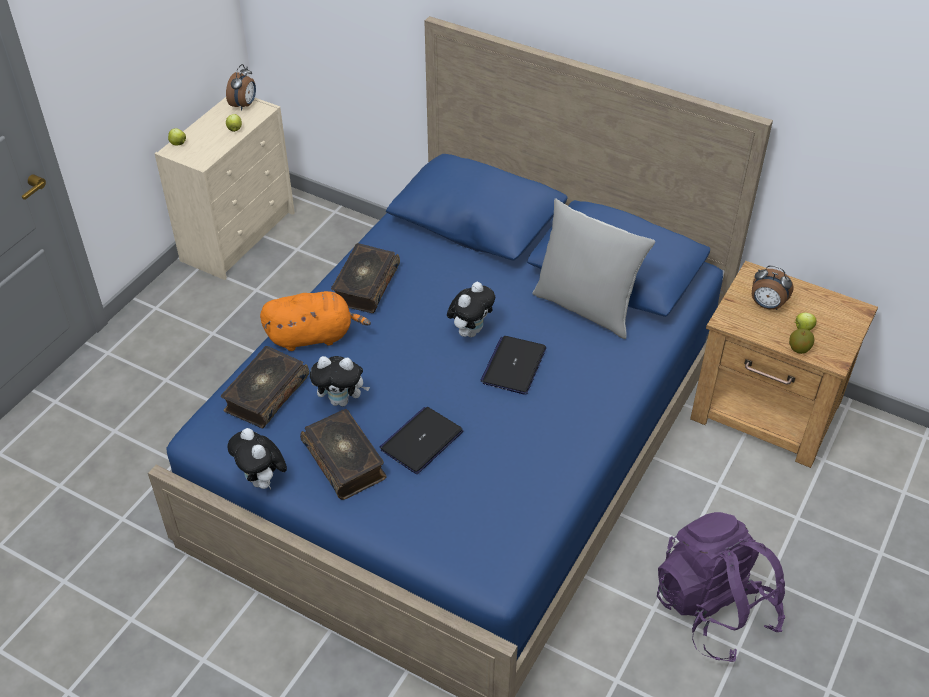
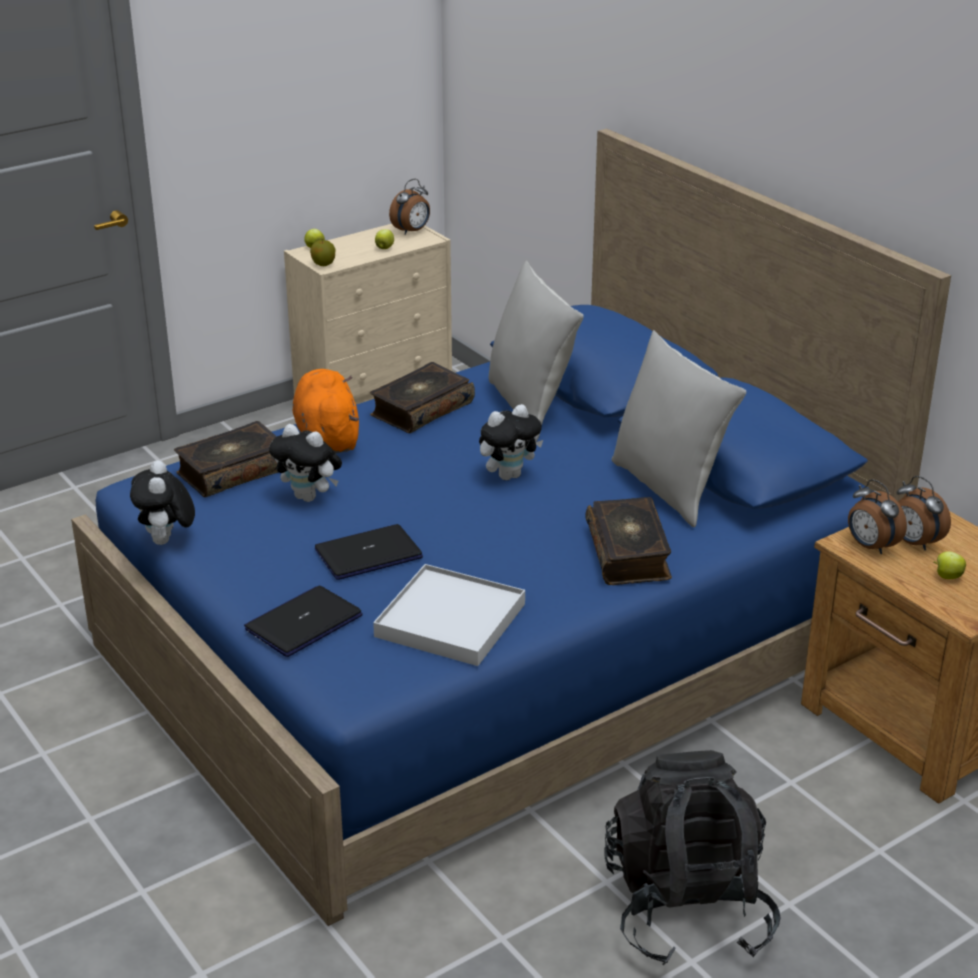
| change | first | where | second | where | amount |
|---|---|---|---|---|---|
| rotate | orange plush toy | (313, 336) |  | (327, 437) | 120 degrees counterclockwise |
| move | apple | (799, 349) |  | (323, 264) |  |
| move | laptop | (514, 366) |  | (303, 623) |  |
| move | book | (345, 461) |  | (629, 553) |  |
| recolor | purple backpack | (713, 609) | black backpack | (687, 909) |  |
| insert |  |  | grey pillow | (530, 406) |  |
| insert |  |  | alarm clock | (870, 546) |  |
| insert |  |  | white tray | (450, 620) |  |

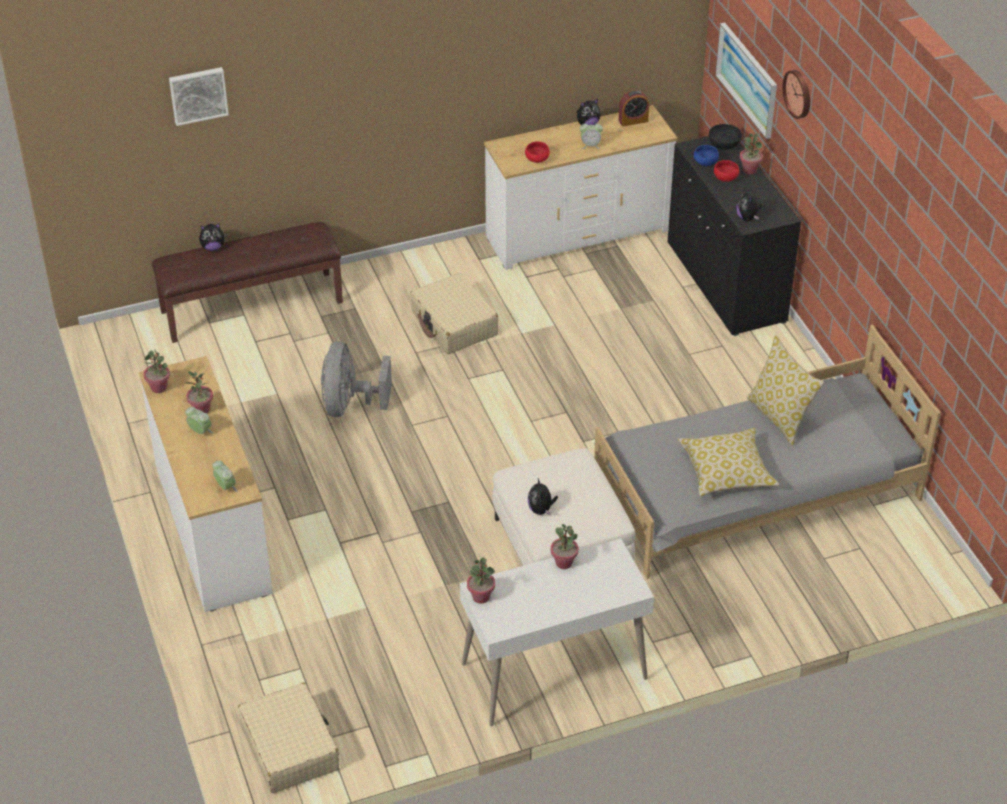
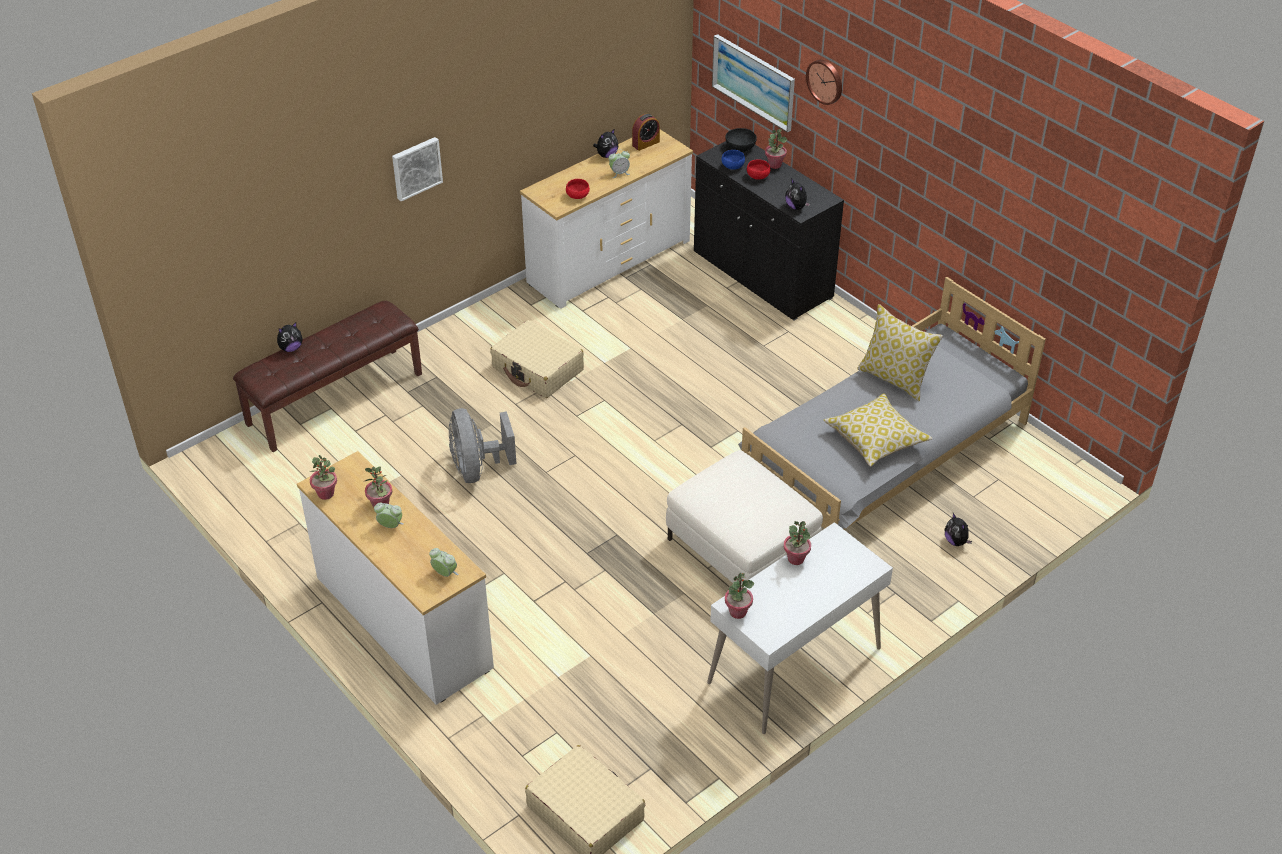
| change | first | where | second | where | amount |
|---|---|---|---|---|---|
| move | picture | (198, 94) |  | (416, 167) |  |
| move | plush toy | (541, 510) |  | (956, 541) |  |

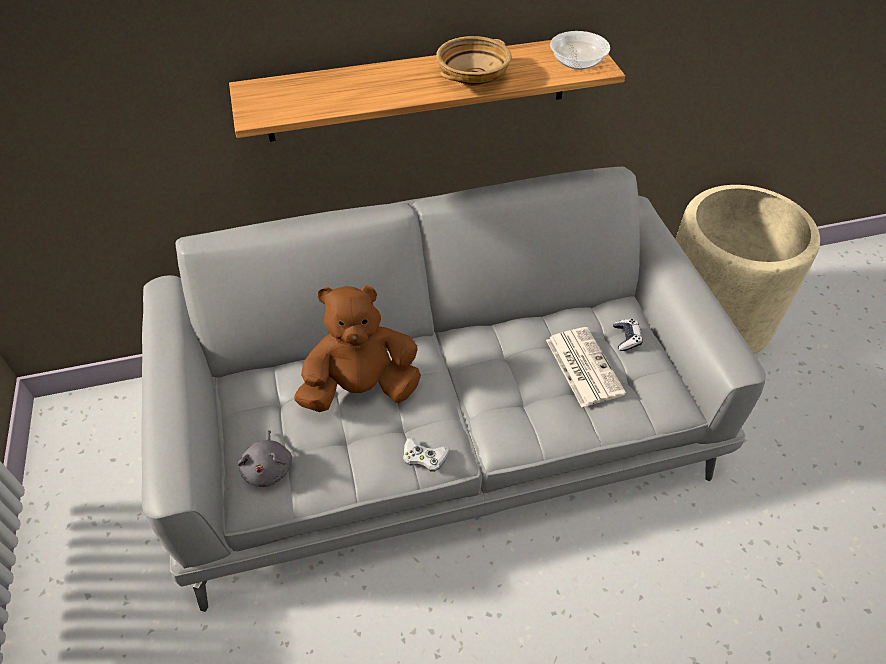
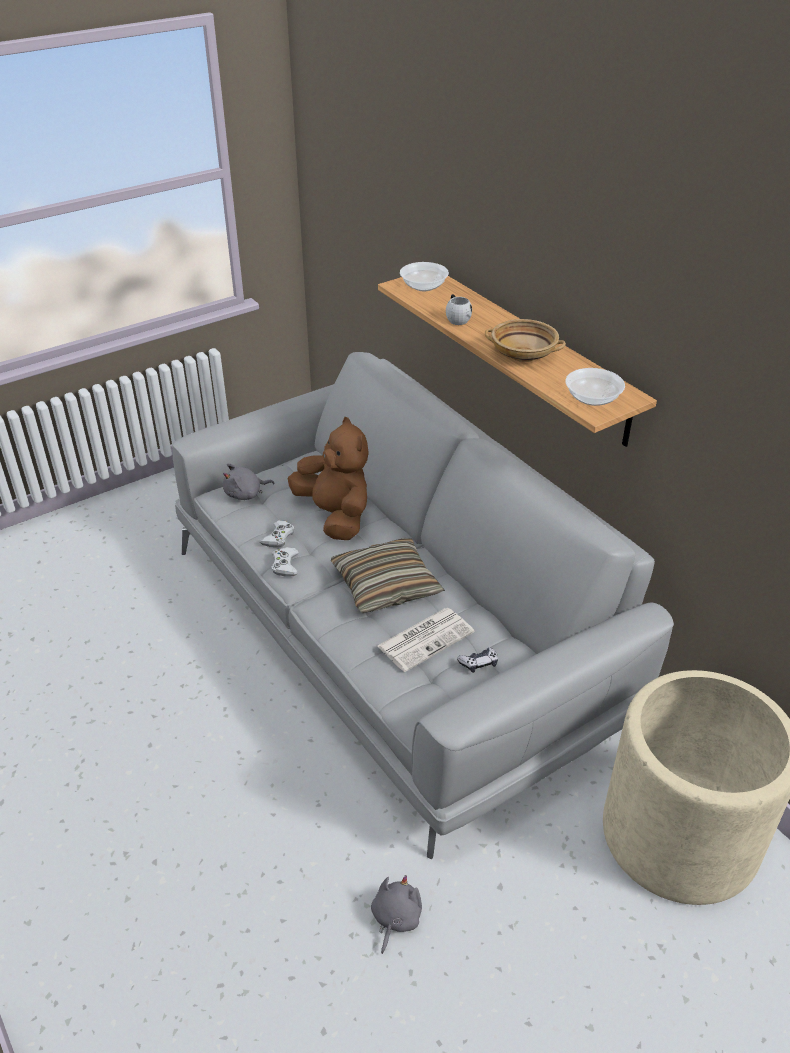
| change | first | where | second | where | amount |
|---|---|---|---|---|---|
| insert |  |  | bowl | (424, 286) |  |
| insert |  |  | white mug | (456, 318) |  |
| insert |  |  | white game controller | (278, 537) |  |
| insert |  |  | pillow | (386, 585) |  |
| insert |  |  | grey plush toy | (395, 919) |  |

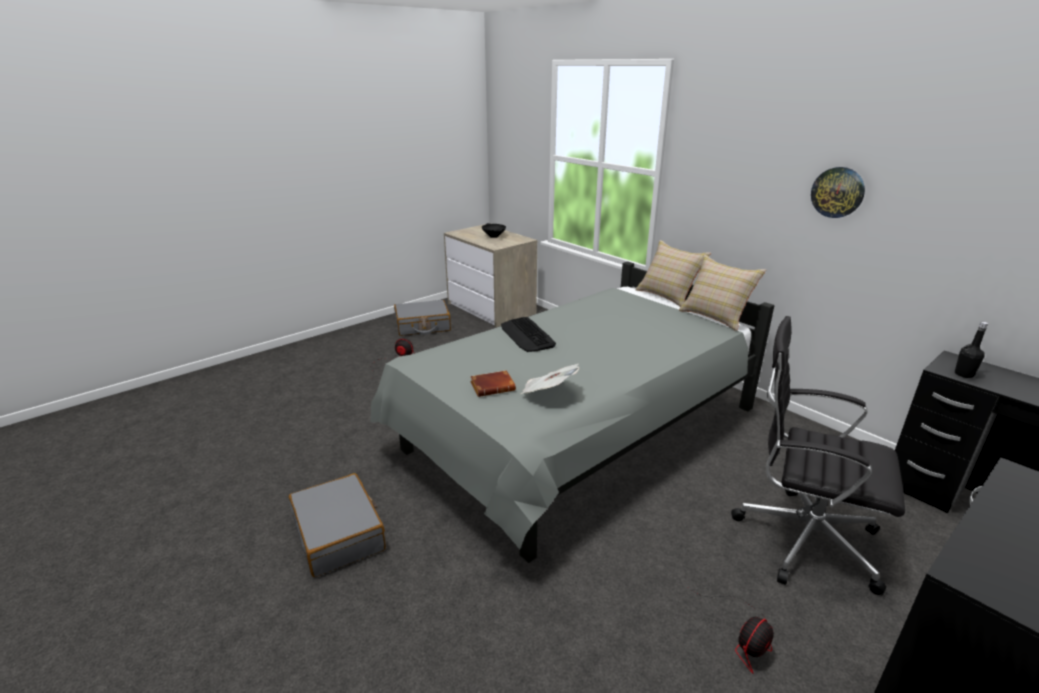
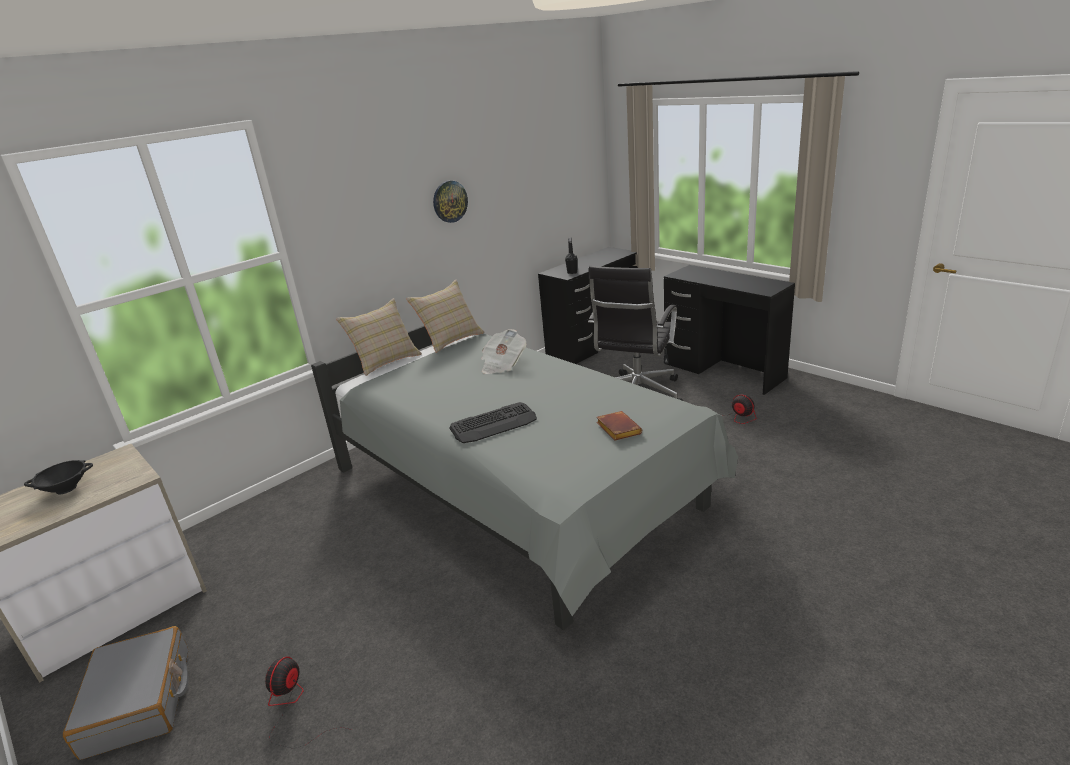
| change | first | where | second | where | amount |
|---|---|---|---|---|---|
| move | newspaper | (548, 392) |  | (502, 364) |  |
| delete | grey suitcase | (339, 534) |  |  |  |

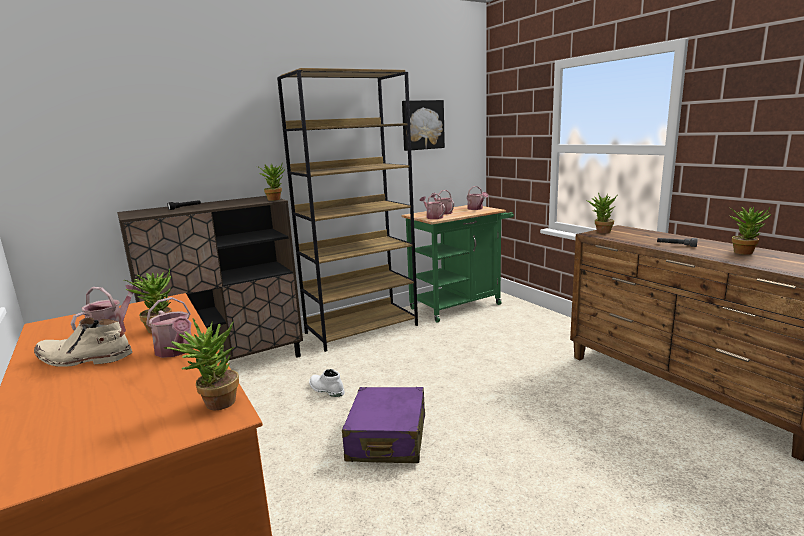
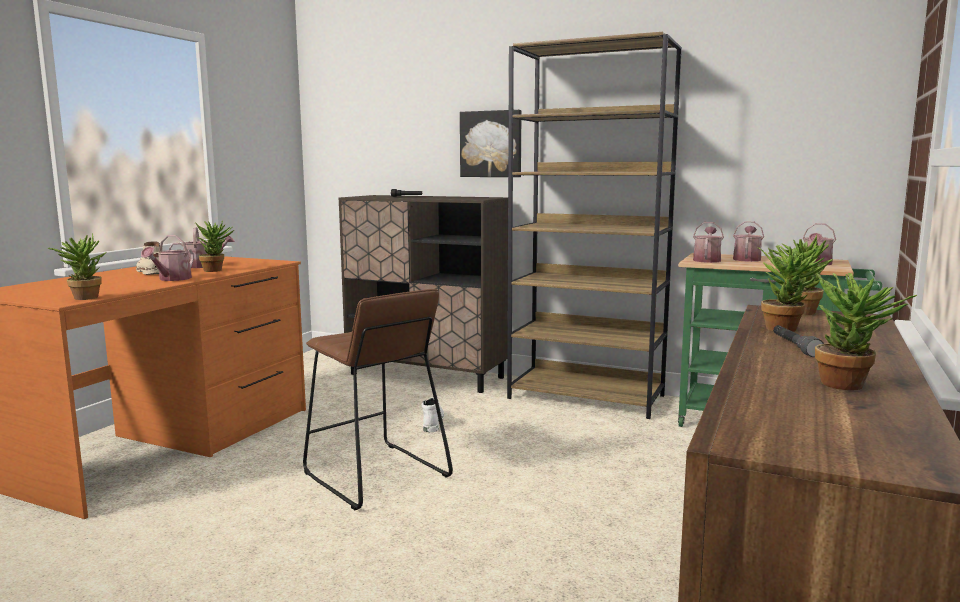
| change | first | where | second | where | amount |
|---|---|---|---|---|---|
| move | picture | (422, 125) |  | (491, 144) |  |
| move | potted plant | (275, 199) |  | (786, 328) |  |
| replace | purple suitcase | (387, 438) | brown stool | (375, 475) |  |

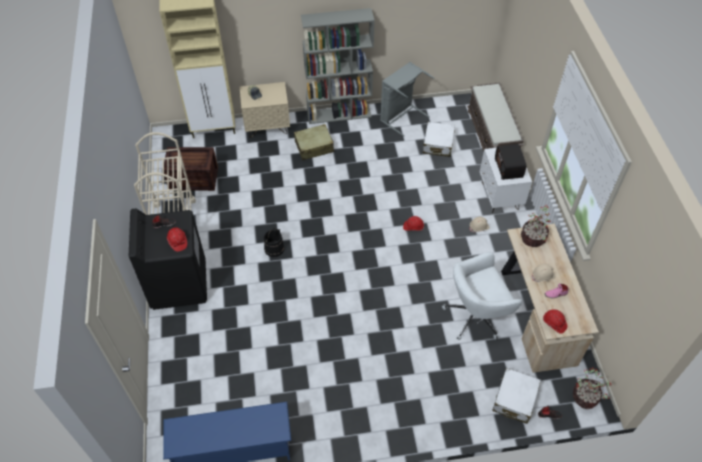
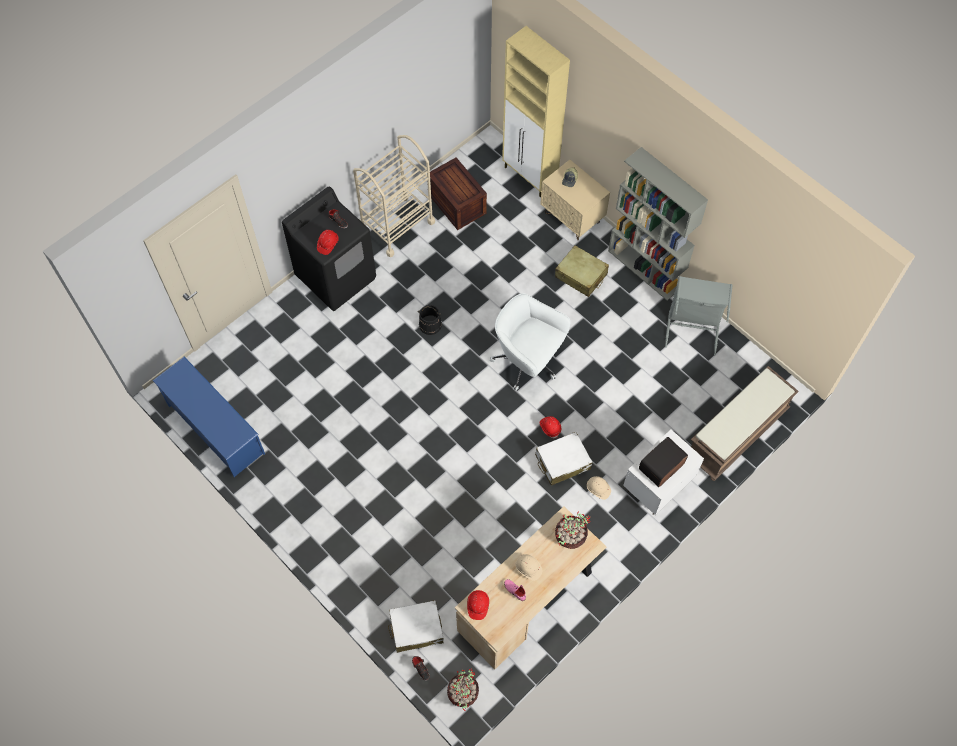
| change | first | where | second | where | amount |
|---|---|---|---|---|---|
| move | white suitcase | (438, 144) |  | (562, 462) |  |
| move | white office chair | (476, 315) |  | (527, 362) |  |

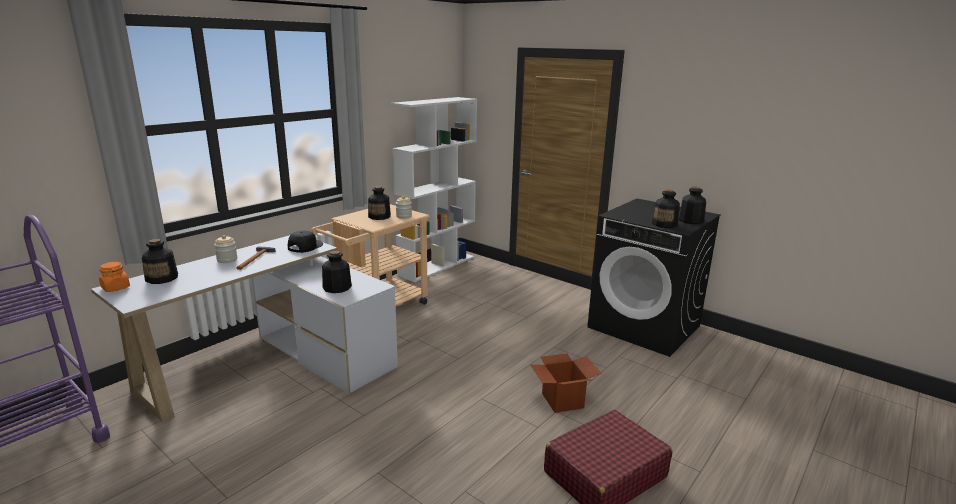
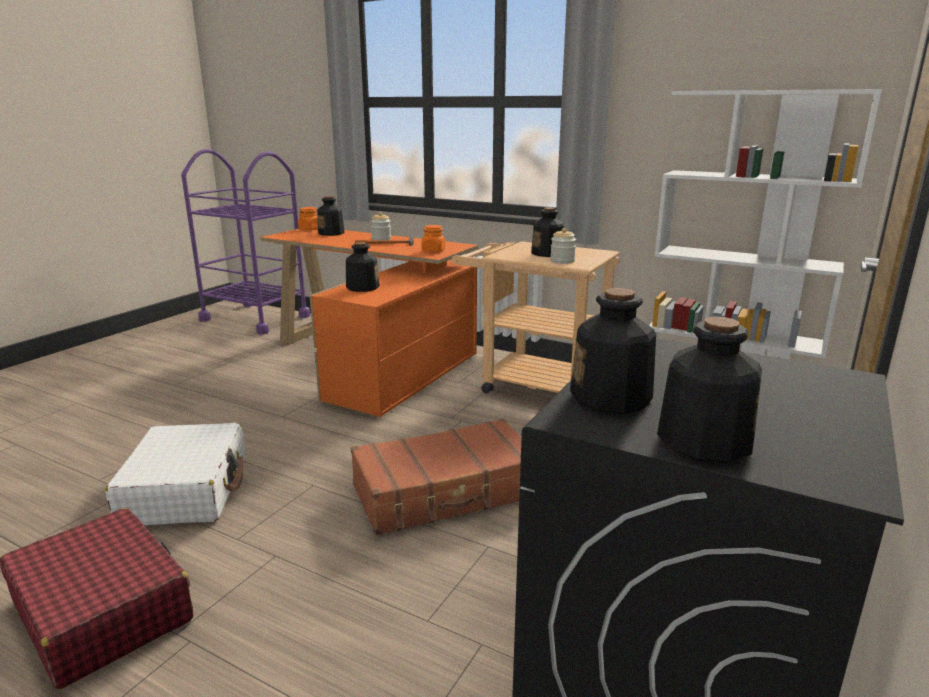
| change | first | where | second | where | amount |
|---|---|---|---|---|---|
| replace | black cap | (305, 246) | orange jar | (433, 251) |  |
| recolor | white desk | (272, 365) | orange desk | (374, 360) |  |
| delete | cardboard box | (562, 400) |  |  |  |
| insert |  |  | brown suitcase | (447, 492) |  |
| insert |  |  | white suitcase | (186, 490) |  |

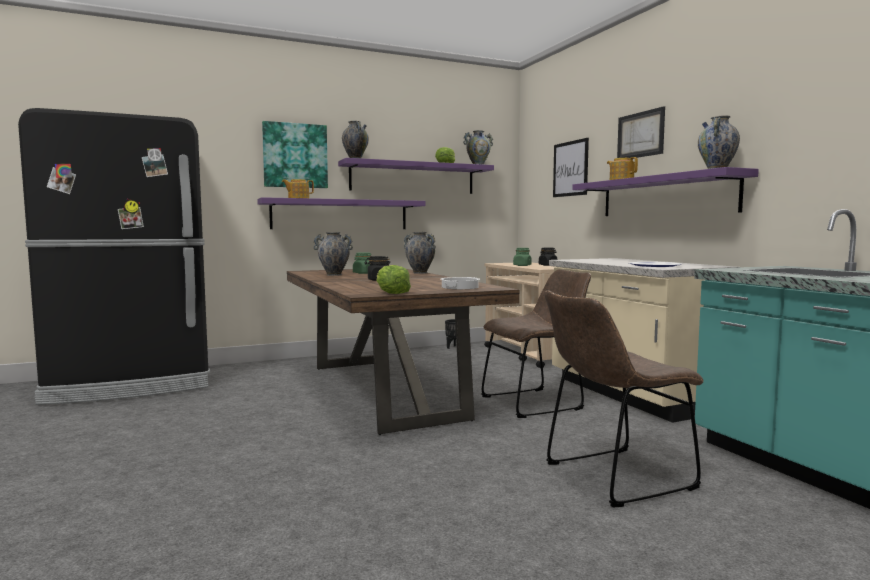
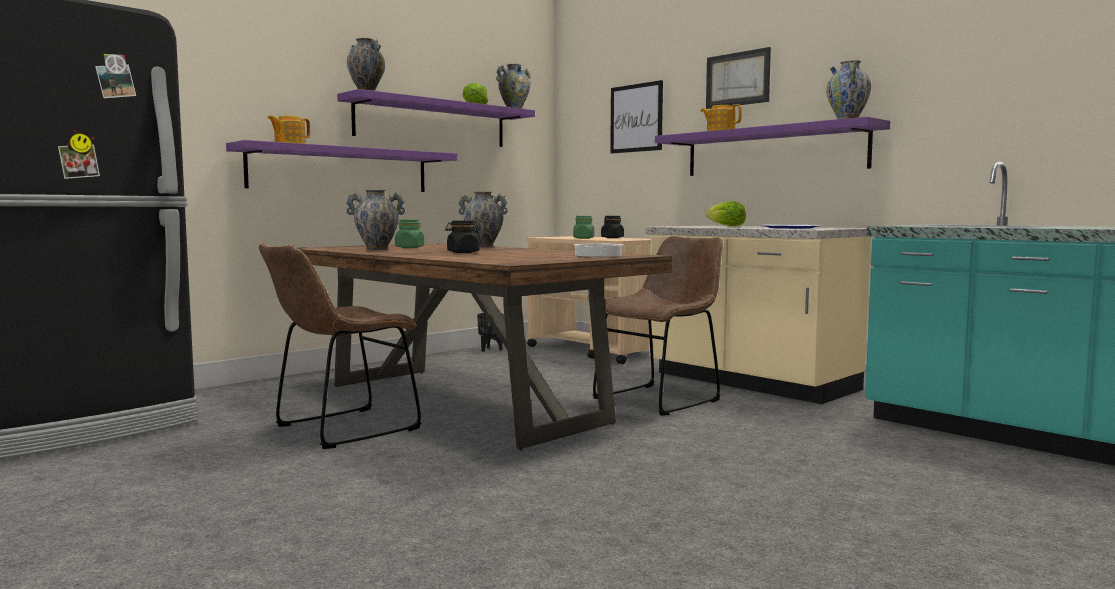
| change | first | where | second | where | amount |
|---|---|---|---|---|---|
| delete | picture | (295, 155) |  |  |  |
| move | lettuce | (391, 293) |  | (726, 226) |  |
| move | brown chair | (613, 477) |  | (341, 429) |  |

